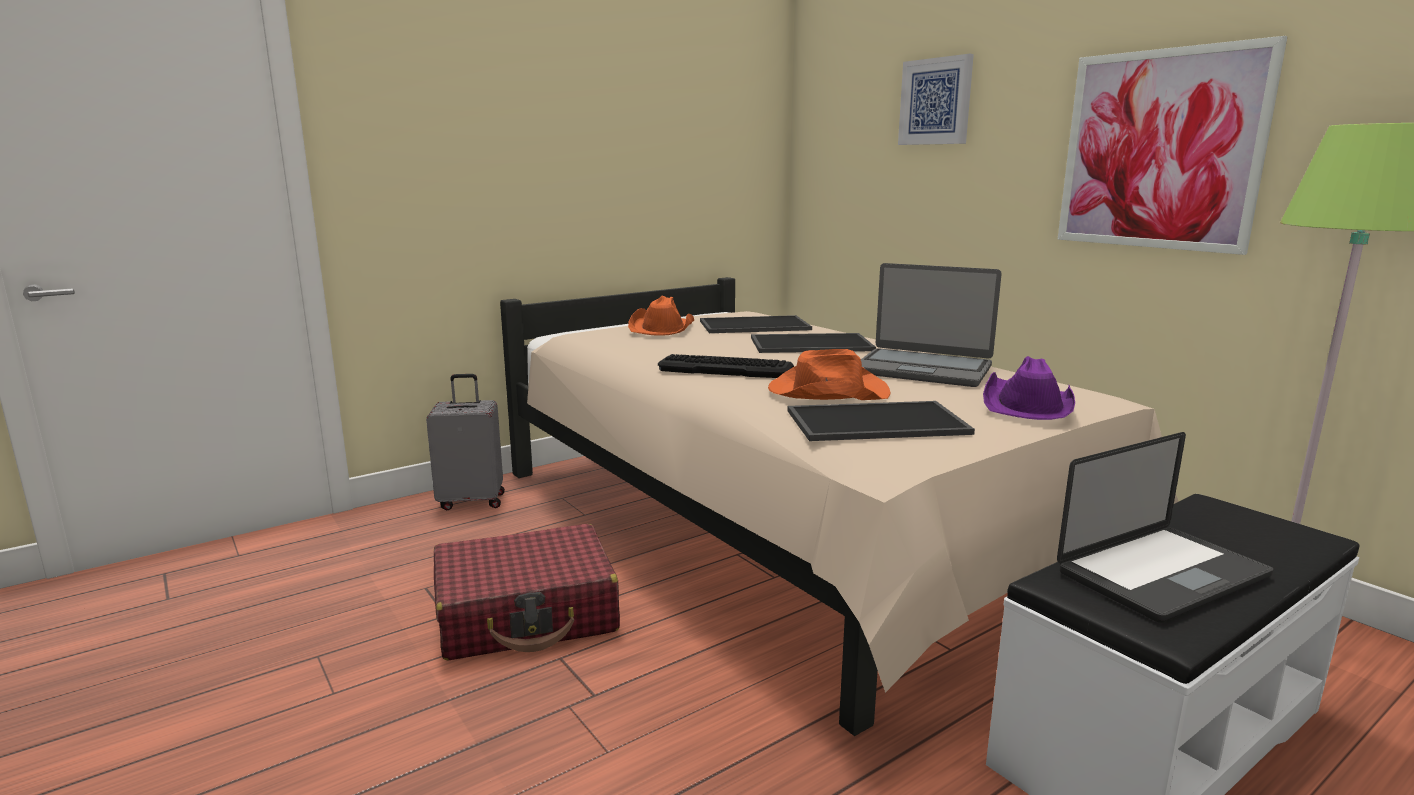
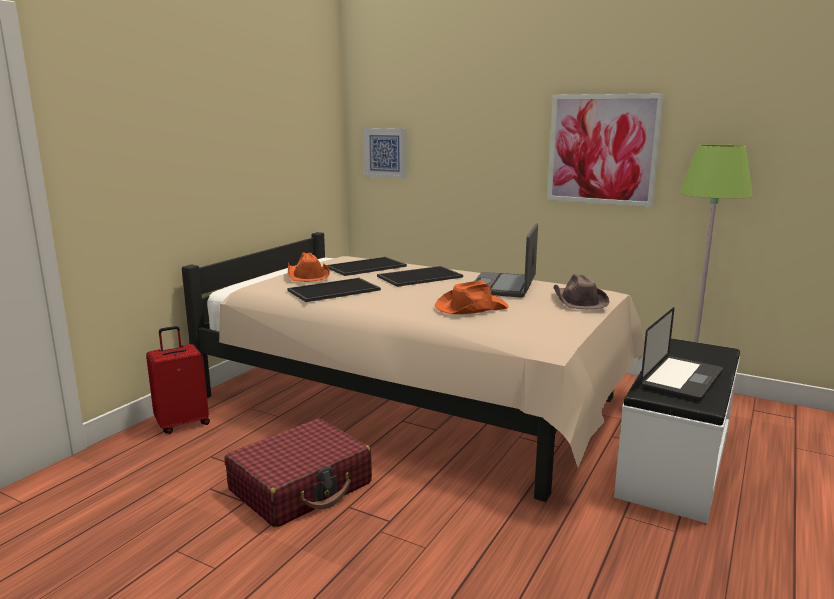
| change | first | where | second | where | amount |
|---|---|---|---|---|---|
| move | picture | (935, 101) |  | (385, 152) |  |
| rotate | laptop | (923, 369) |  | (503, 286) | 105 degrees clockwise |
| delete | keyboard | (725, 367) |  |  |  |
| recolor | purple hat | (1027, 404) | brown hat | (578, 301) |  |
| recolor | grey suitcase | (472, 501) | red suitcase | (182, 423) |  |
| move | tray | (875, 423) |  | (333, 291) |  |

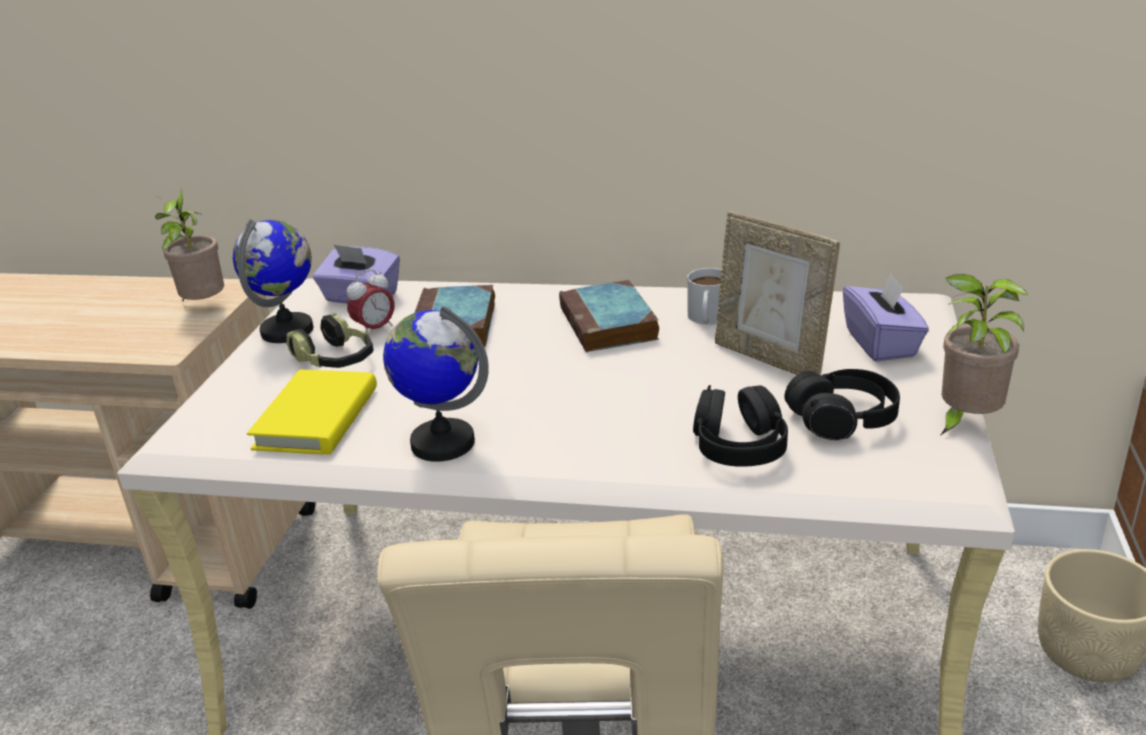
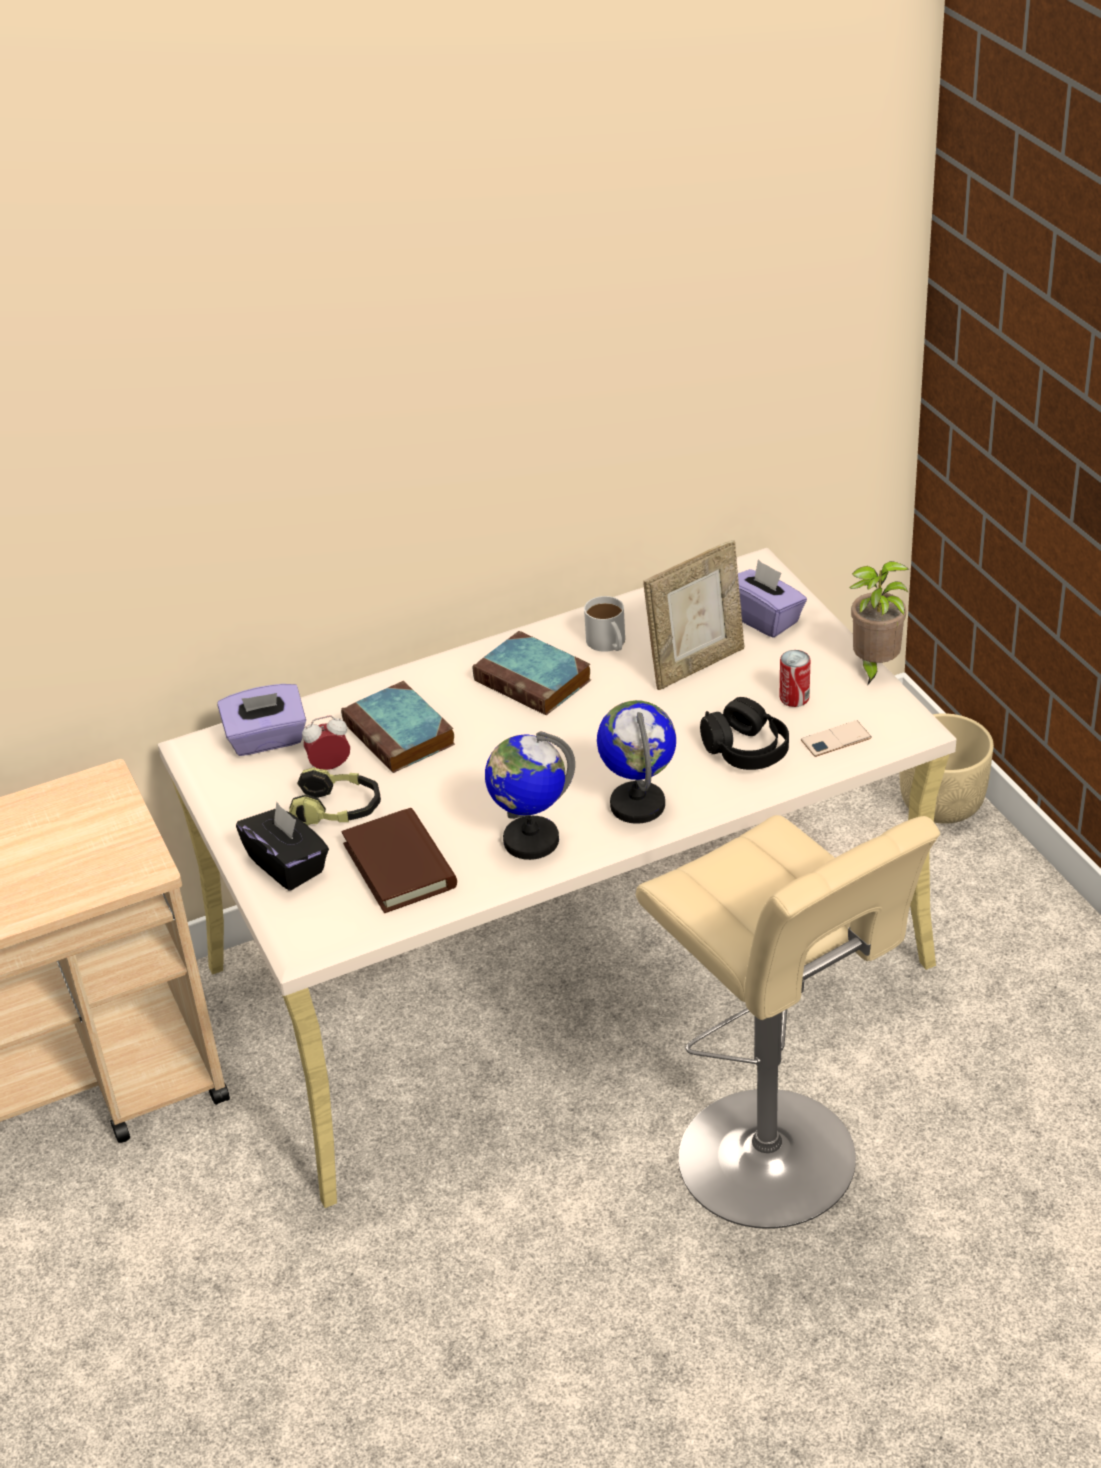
| change | first | where | second | where | amount |
|---|---|---|---|---|---|
| delete | potted plant | (204, 306) |  |  |  |
| rotate | picture frame | (771, 359) |  | (696, 665) | 45 degrees counterclockwise |
| move | globe | (288, 330) |  | (638, 804) |  |
| rotate | alarm clock | (375, 329) |  | (330, 766) | 120 degrees counterclockwise |
| recolor | yellow book | (317, 418) | brown book | (400, 865) |  |
| replace | black headphones | (843, 419) | can | (794, 698) |  |
| insert |  |  | phone | (836, 739) |  |
| insert |  |  | black tissue box | (287, 865) |  |

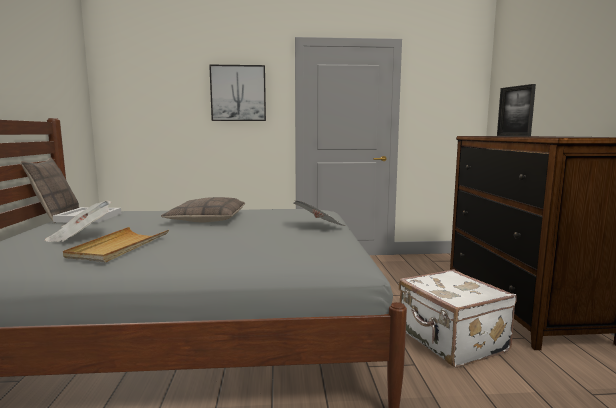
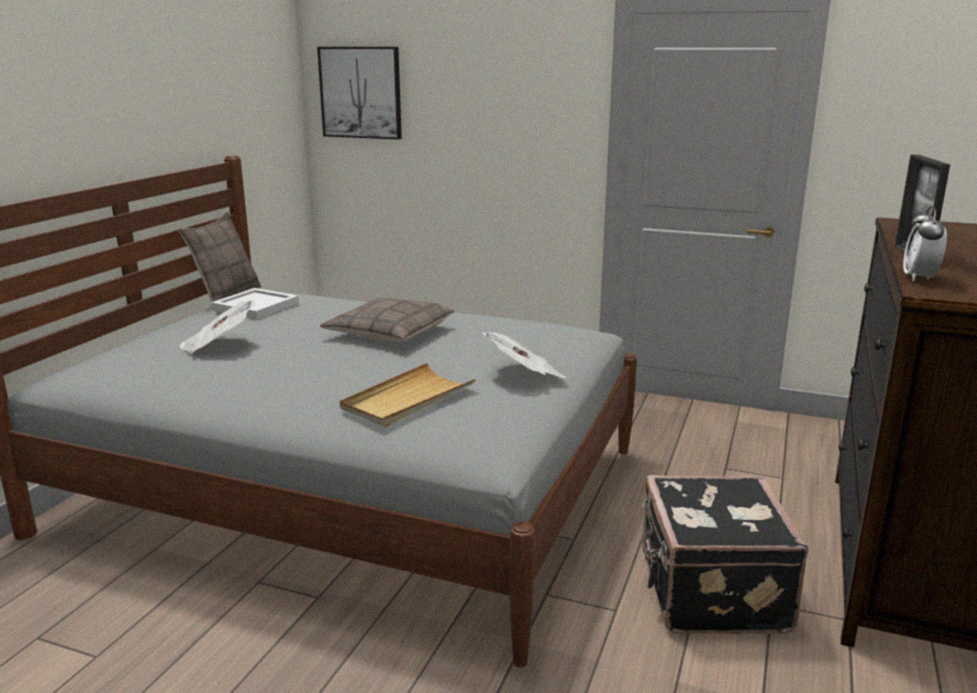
| change | first | where | second | where | amount |
|---|---|---|---|---|---|
| move | picture | (238, 93) |  | (361, 92) |  |
| move | beige tray | (119, 247) |  | (407, 399) |  |
| recolor | white suitcase | (450, 341) | black suitcase | (709, 592) |  |
| insert |  |  | alarm clock | (919, 278) |  |

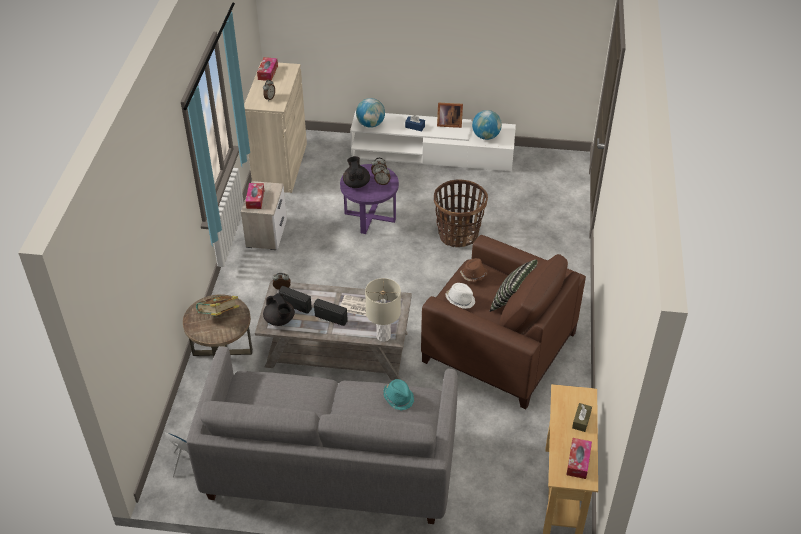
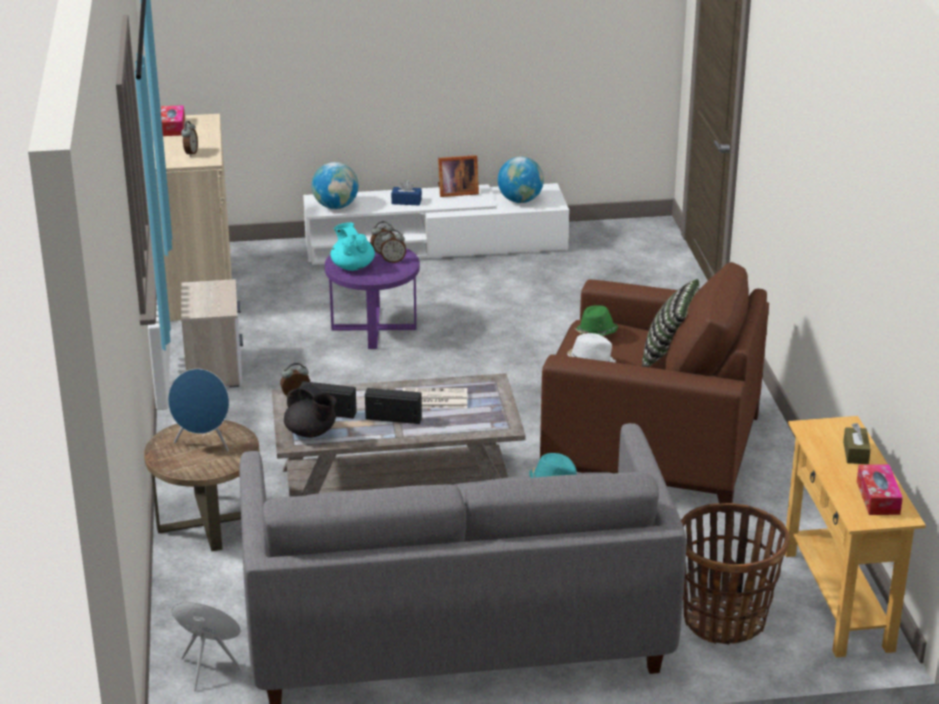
| change | first | where | second | where | amount |
|---|---|---|---|---|---|
| recolor | black teapot | (356, 183) | turquoise teapot | (352, 266) |  |
| move | basket | (458, 235) |  | (724, 620) |  |
| delete | tissue box | (255, 199) |  |  |  |
| recolor | brown hat | (473, 275) | green hat | (596, 333) |  |
| delete | beige table lamp | (383, 336) |  |  |  |
| replace | book | (218, 315) | blue speaker | (204, 443) |  |

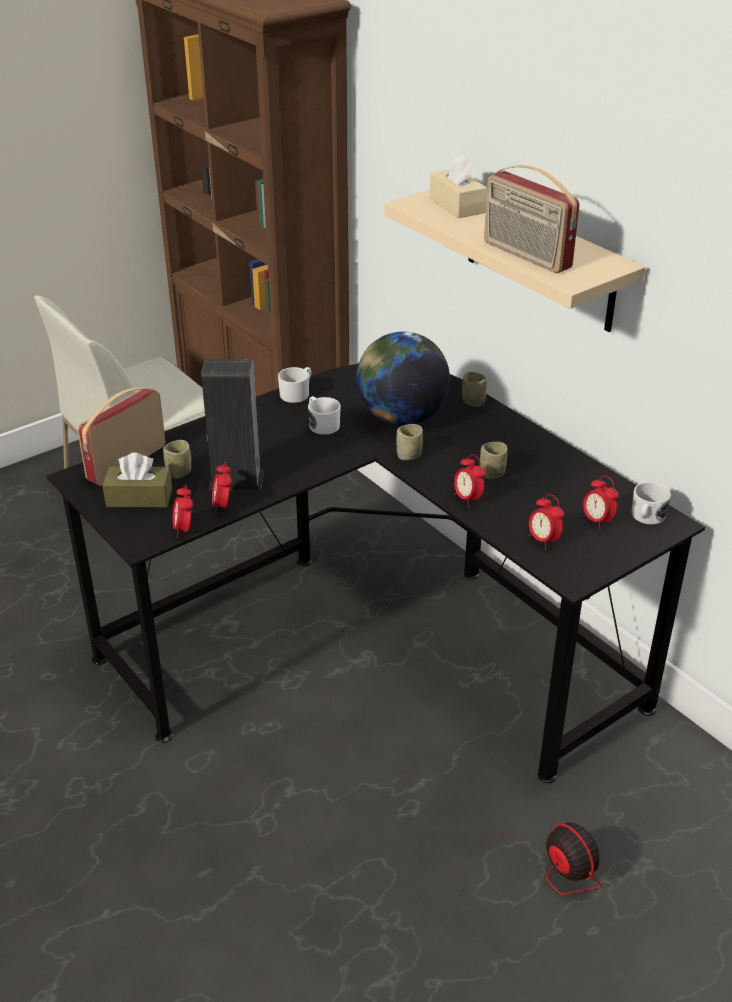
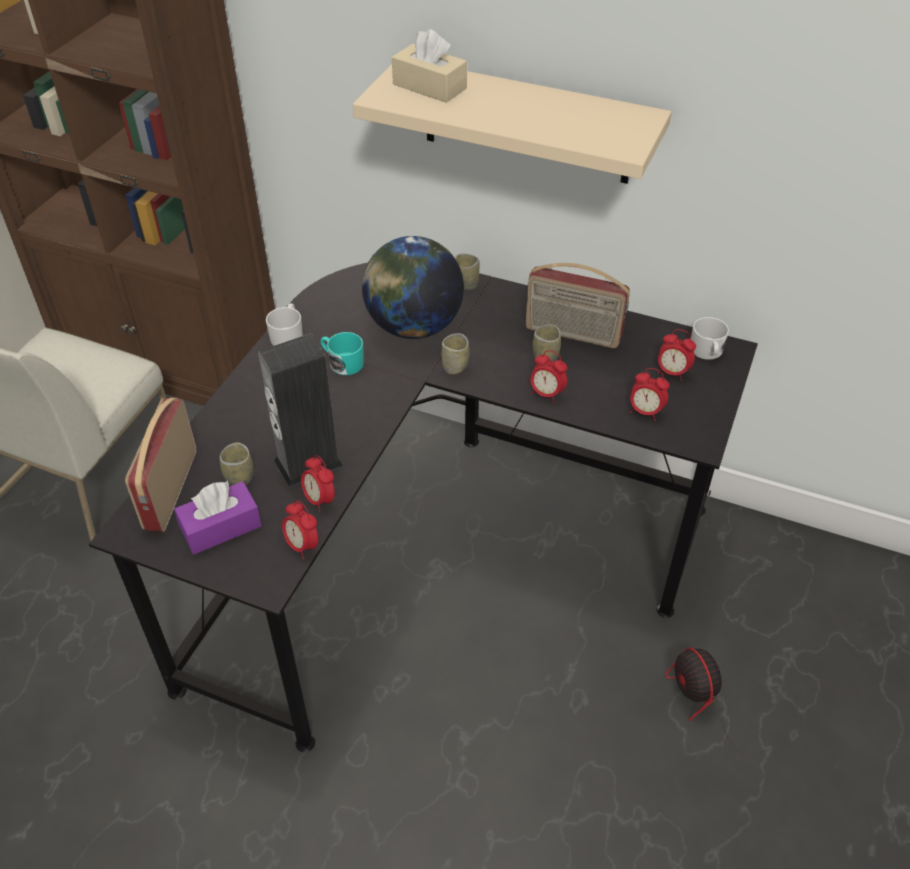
| change | first | where | second | where | amount |
|---|---|---|---|---|---|
| move | radio | (525, 255) |  | (572, 334) |  |
| recolor | white mug | (322, 424) | turquoise mug | (342, 363) |  |
| recolor | brown tissue box | (139, 497) | purple tissue box | (221, 527) |  |
| rotate | fan | (537, 873) |  | (719, 705) | 135 degrees counterclockwise |

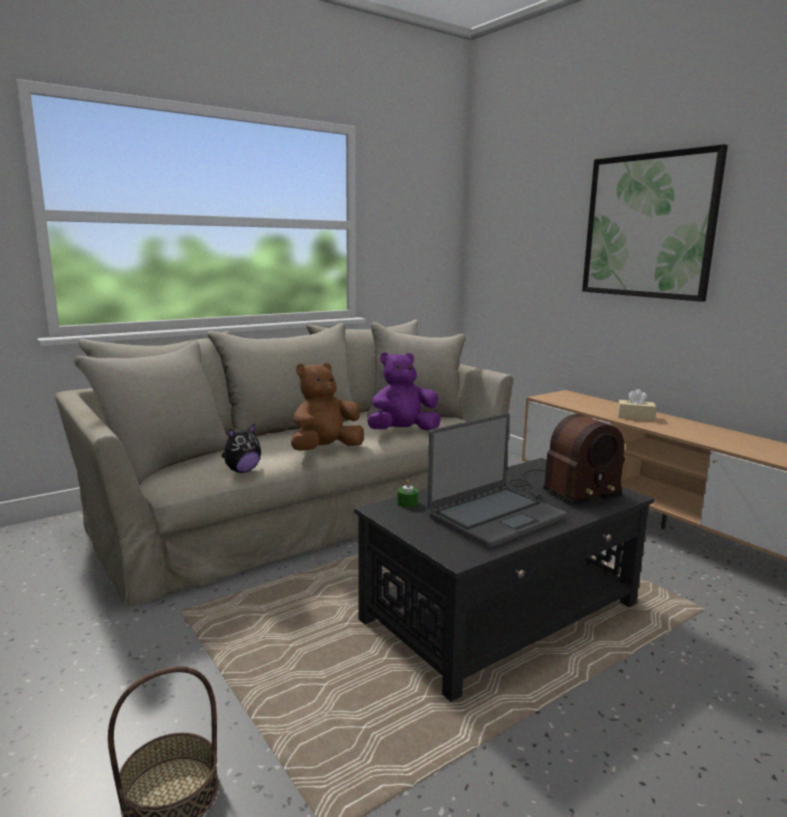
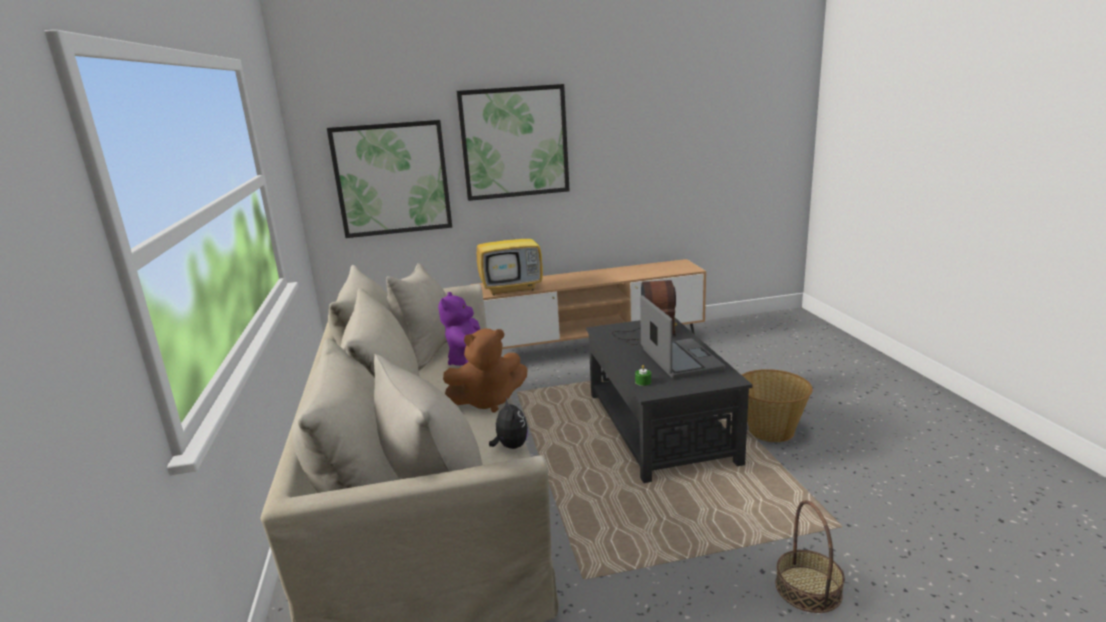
| change | first | where | second | where | amount |
|---|---|---|---|---|---|
| rotate | brown plush toy | (325, 449) |  | (488, 401) | 90 degrees counterclockwise |
| delete | beige tissue box | (635, 417) |  |  |  |
| insert |  |  | picture | (392, 179) |  |
| insert |  |  | television | (512, 288) |  |
| insert |  |  | basket | (770, 430) |  |

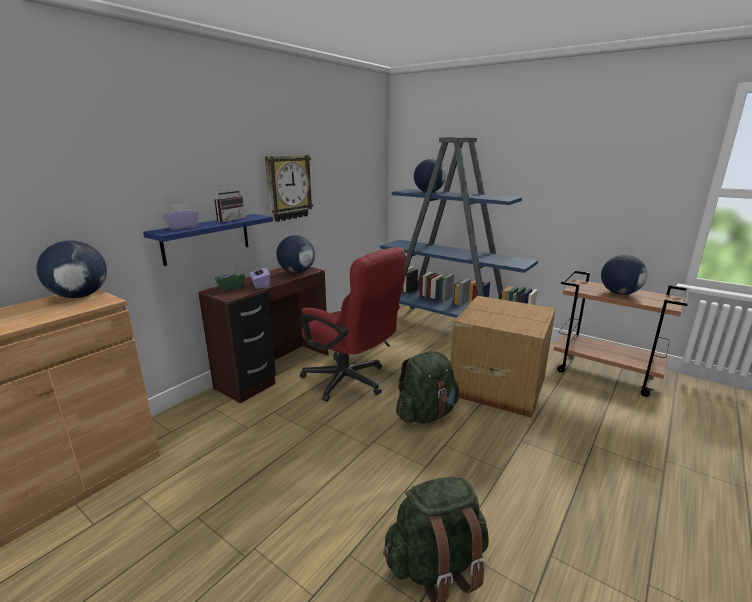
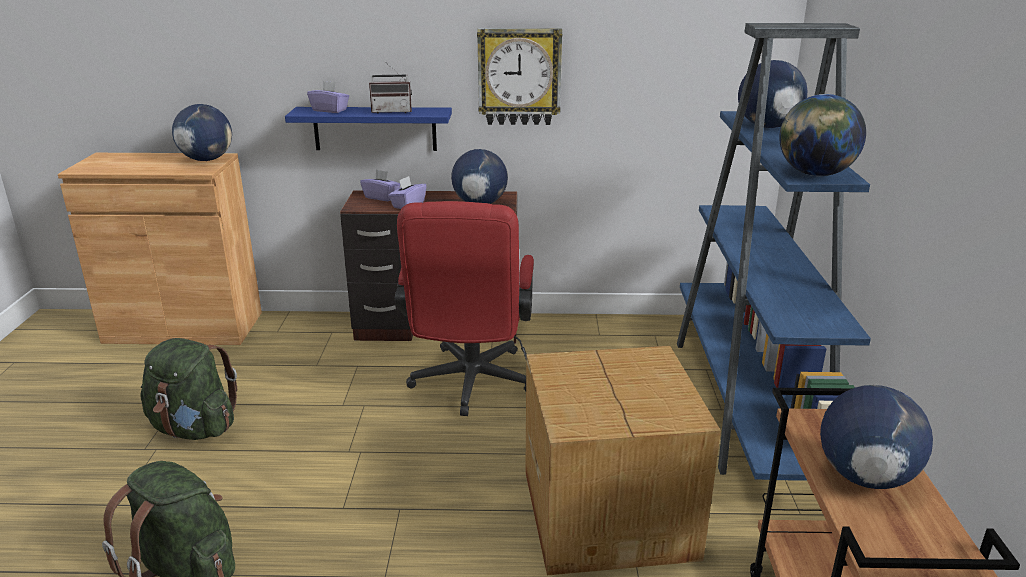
| change | first | where | second | where | amount |
|---|---|---|---|---|---|
| recolor | green tissue box | (231, 288) | purple tissue box | (381, 197) |  |
| move | green backpack | (426, 414) |  | (194, 428) |  |
| insert |  |  | globe | (815, 174) |  |

